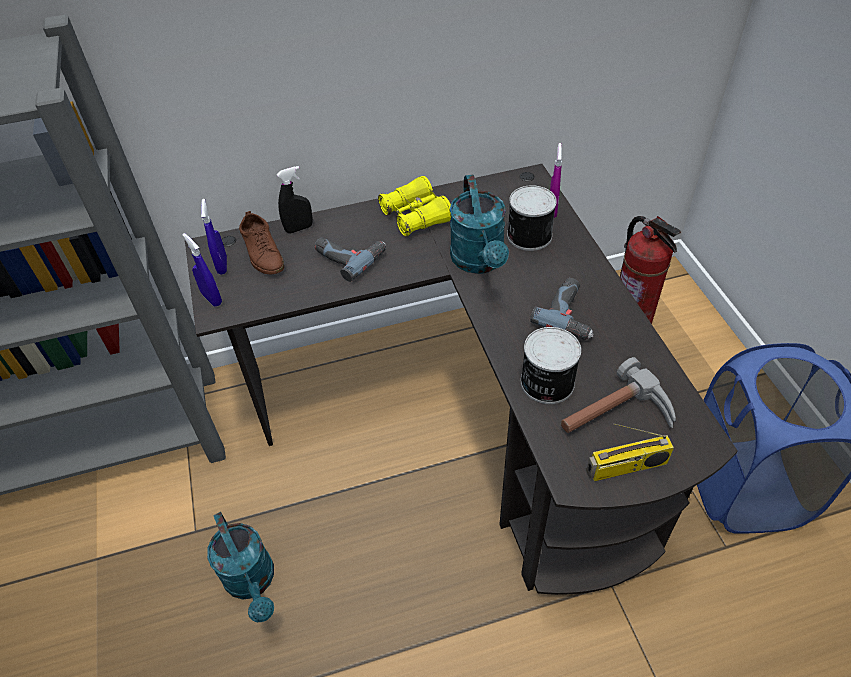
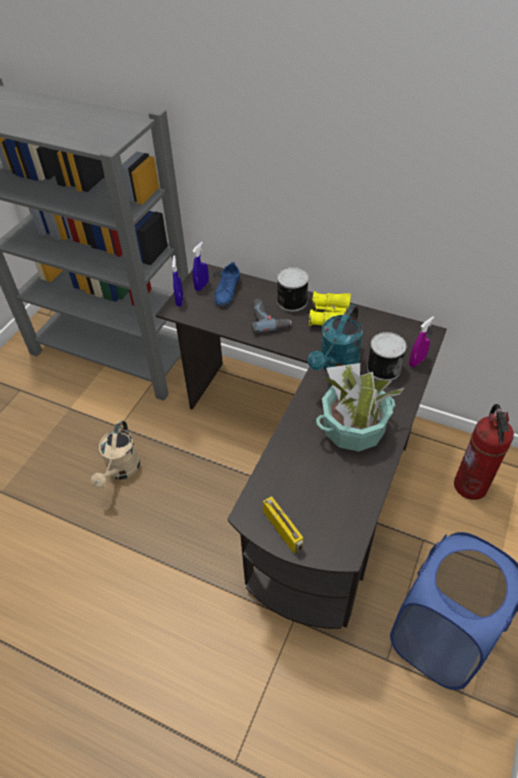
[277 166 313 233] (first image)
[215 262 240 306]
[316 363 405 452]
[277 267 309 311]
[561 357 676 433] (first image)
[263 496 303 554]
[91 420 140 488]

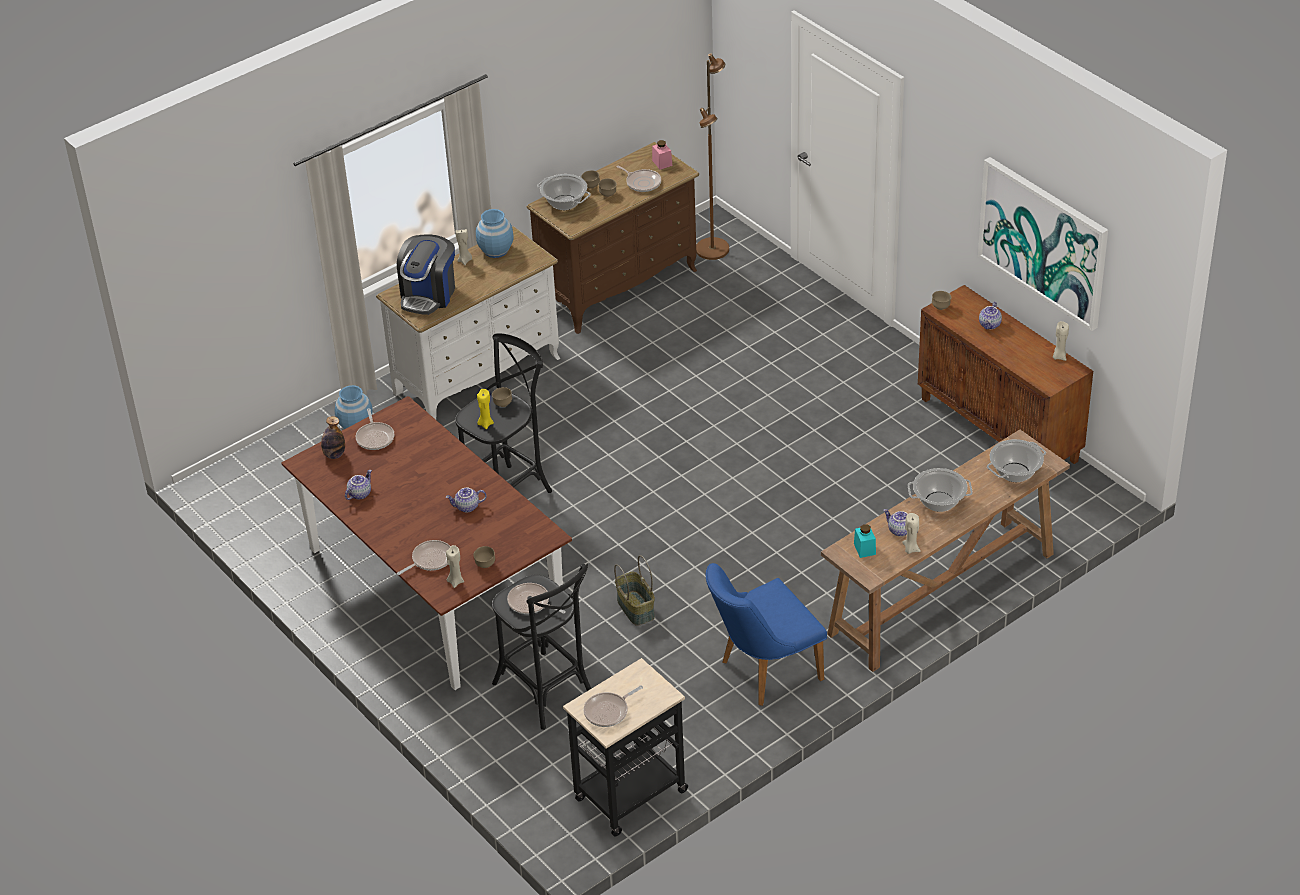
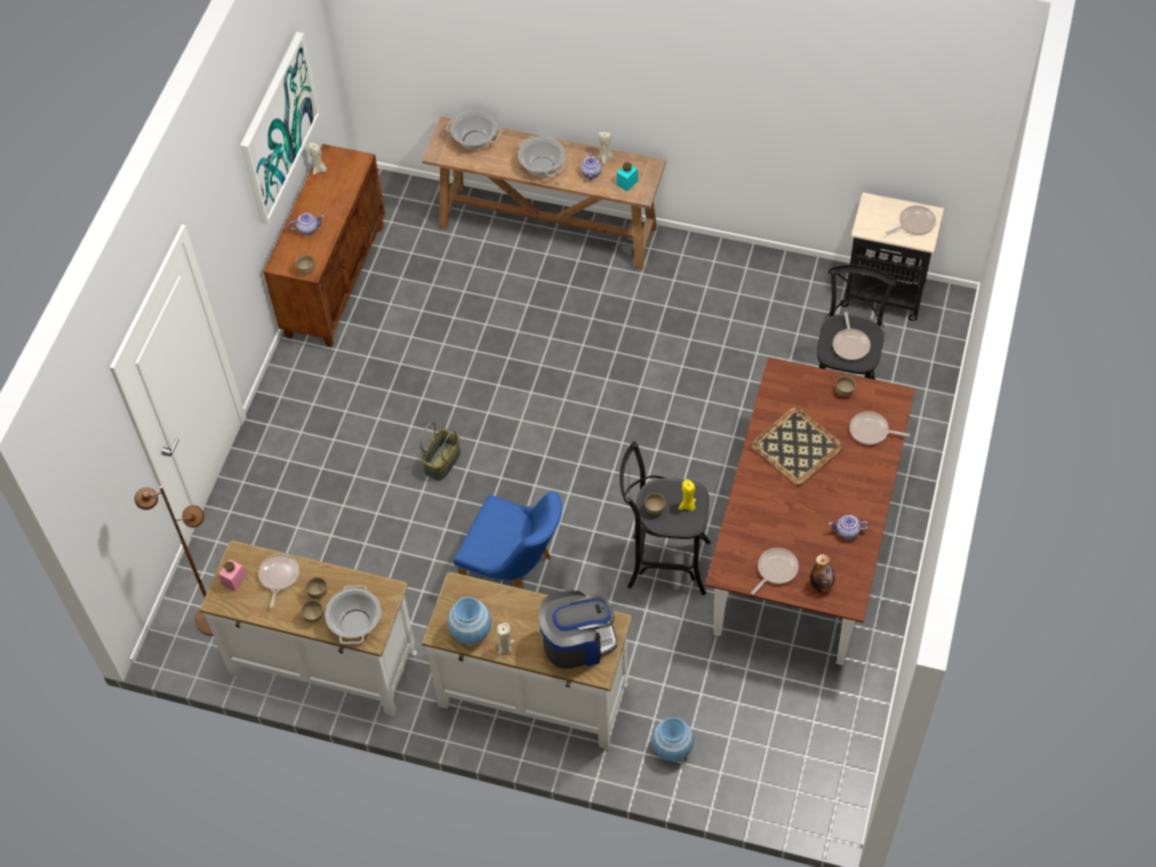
[199 540 417 716]
[750 407 844 486]
[446 545 464 588] (first image)
[420 422 461 481]
[454 491 562 589]
[885 205 936 235]

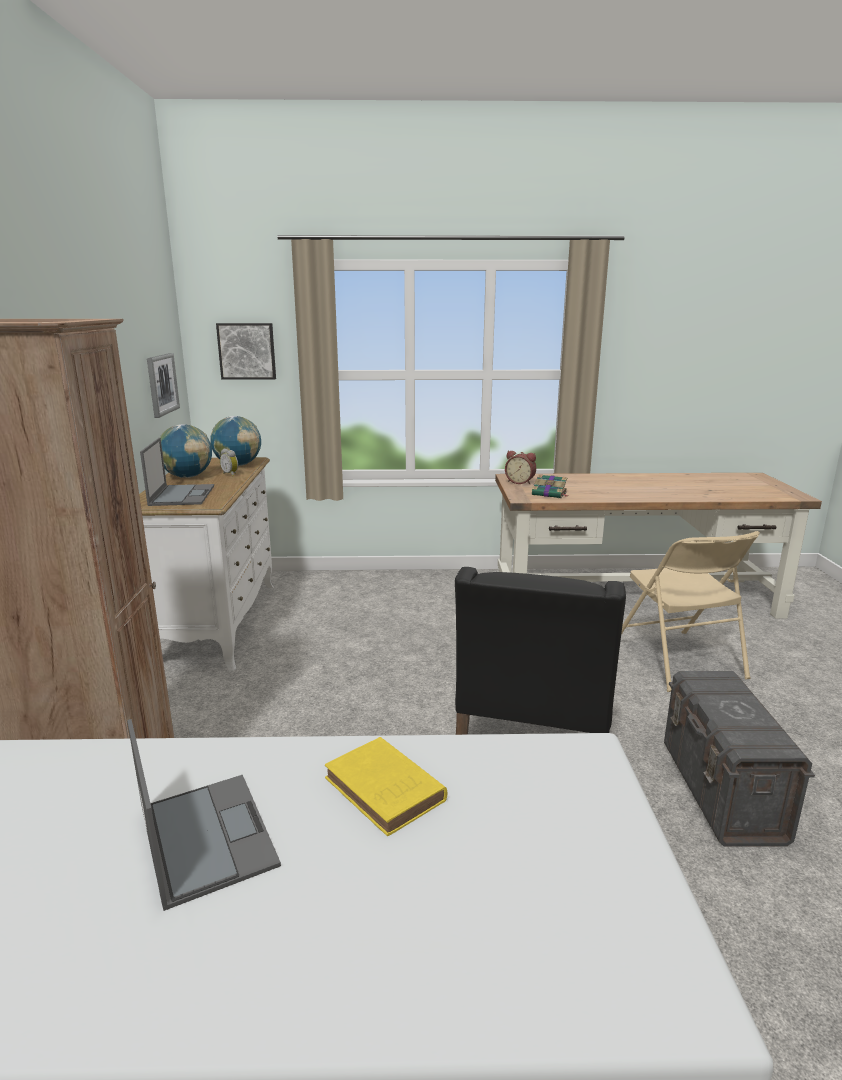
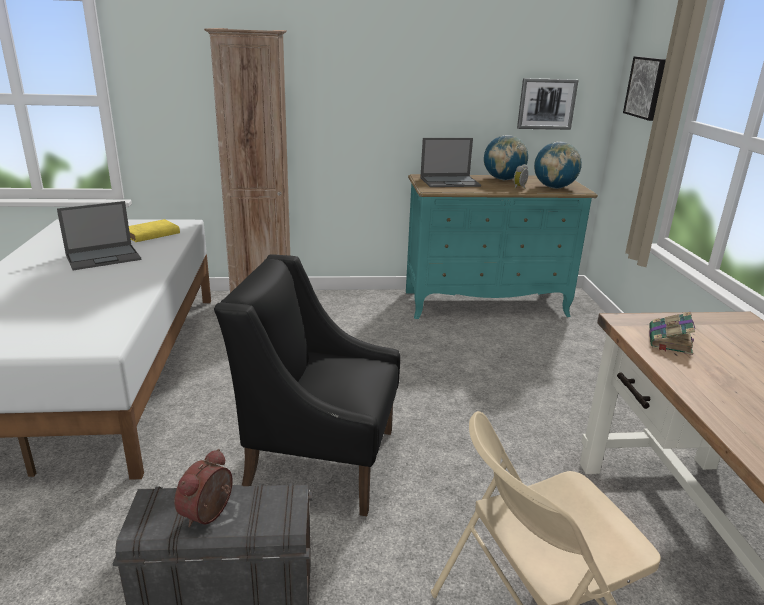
[174 449 233 528]
[406 174 598 319]
[129 219 180 242]

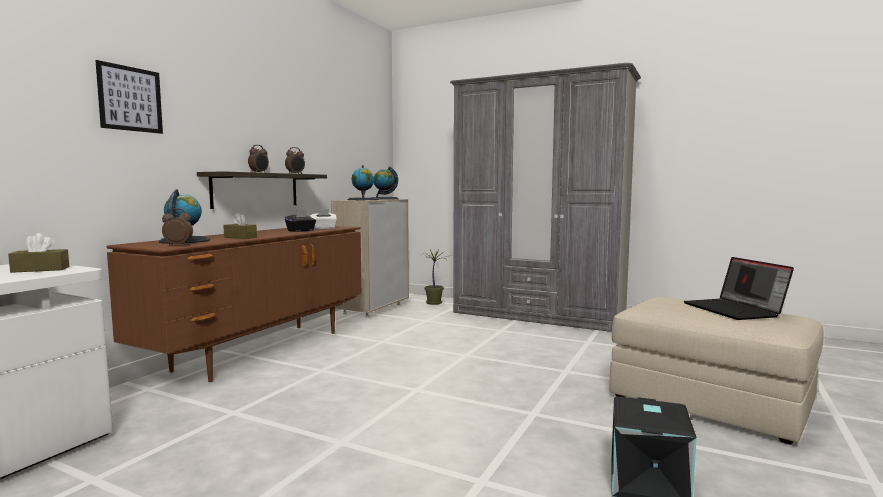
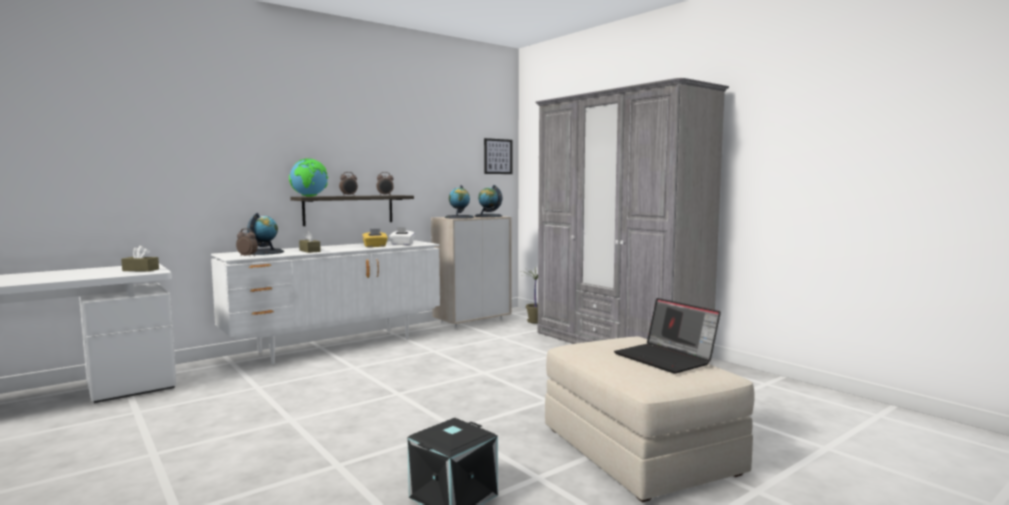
[484 138 512 174]
[362 229 388 247]
[211 240 440 364]
[614 298 721 374]
[289 158 328 197]

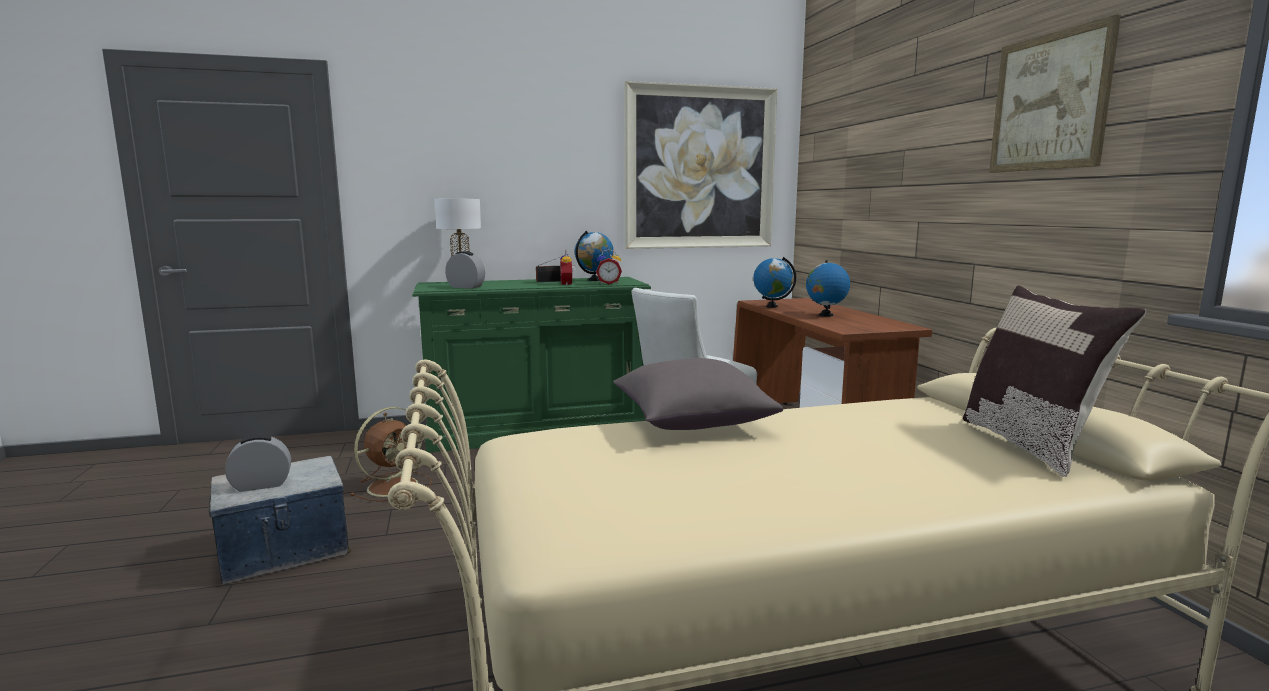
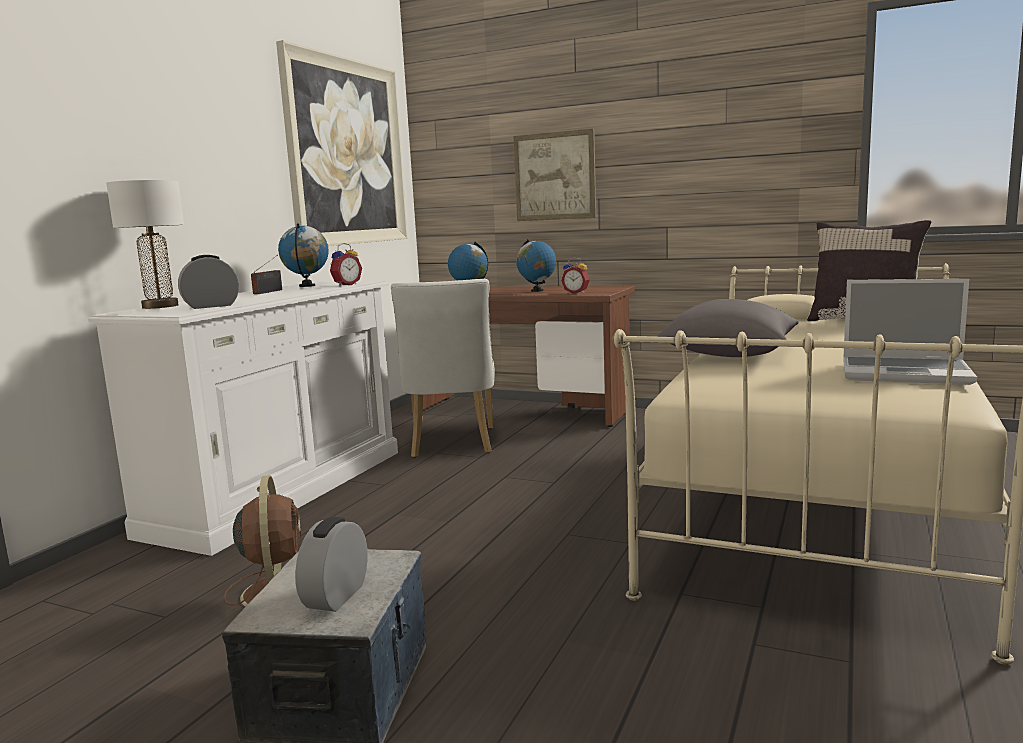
[513 129 596 221]
[561 257 590 294]
[88 281 398 556]
[843 279 977 385]

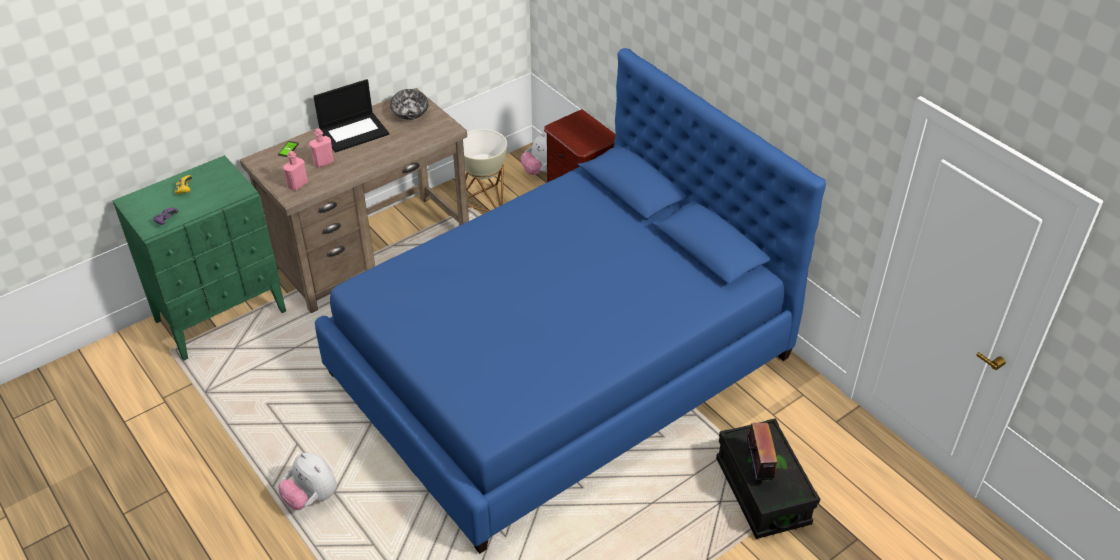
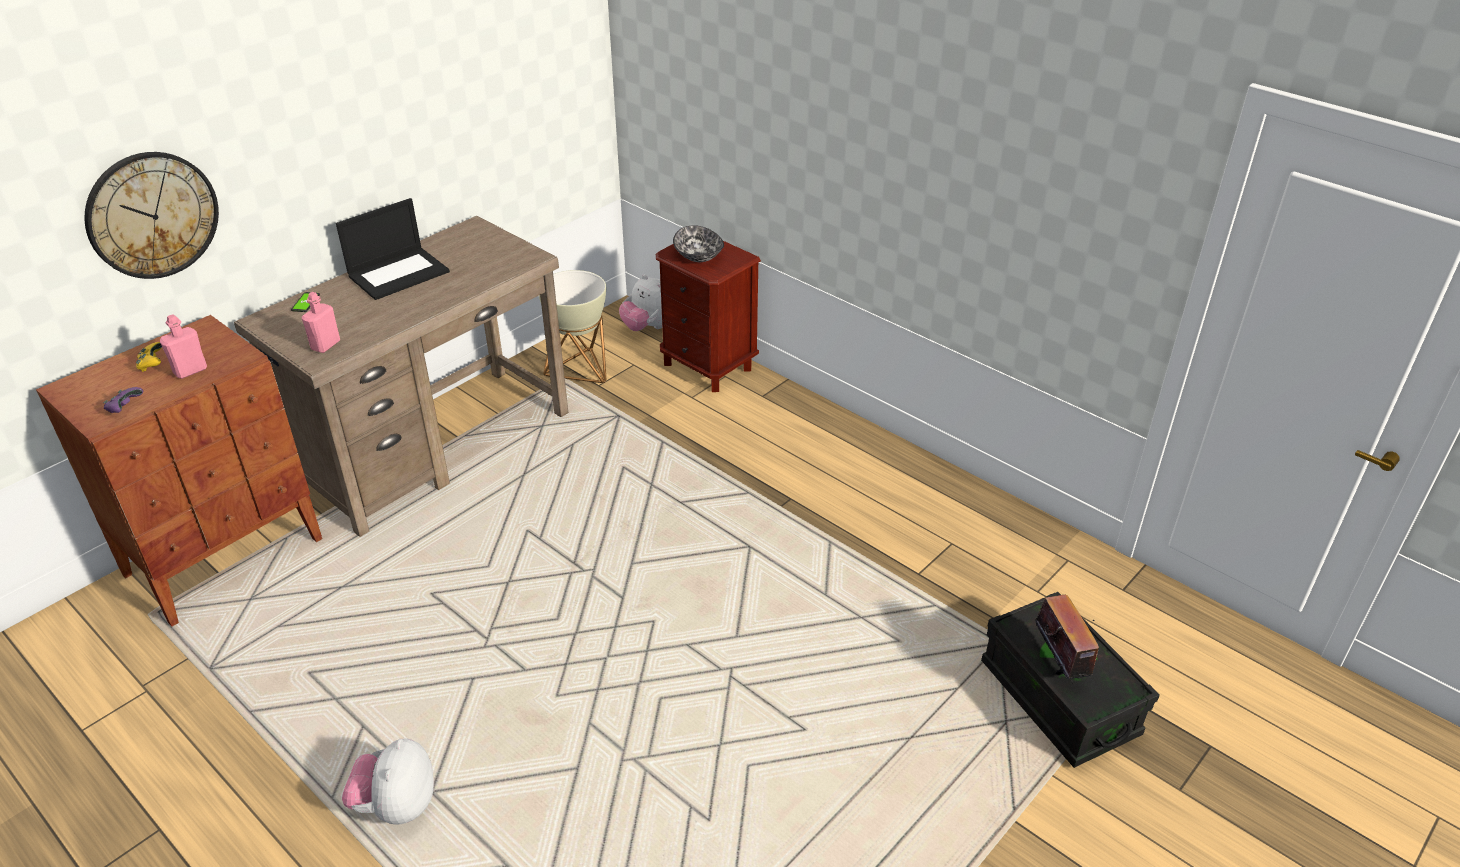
[315 48 826 554] (first image)
[673 225 724 262]
[160 314 207 379]
[36 315 322 627]
[342 739 434 824]
[84 152 219 279]

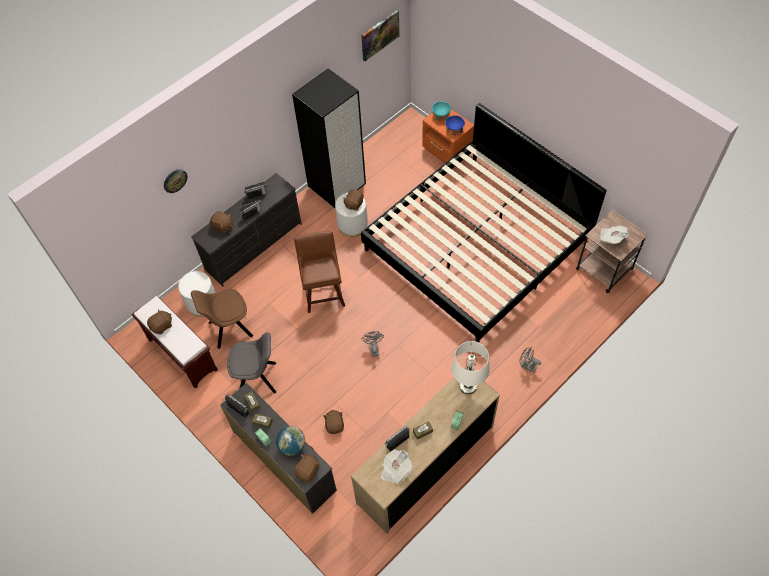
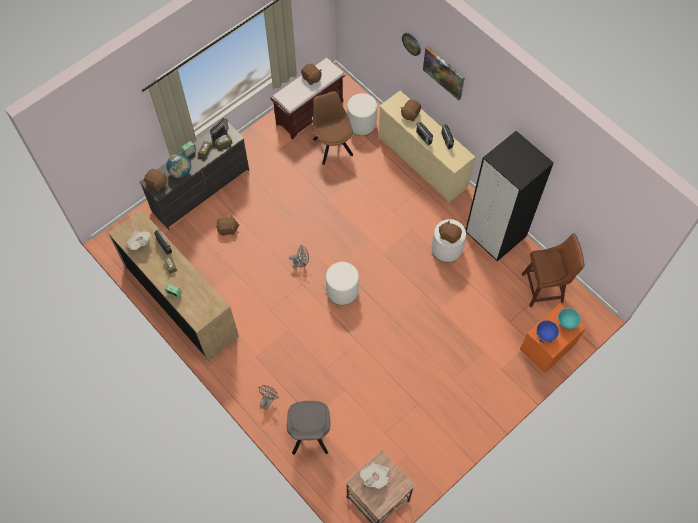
[423 46 464 101]
[361 103 607 342] (first image)
[378 91 475 203]
[522 233 584 307]
[287 401 331 455]
[451 341 490 394] (first image)
[326 262 359 305]

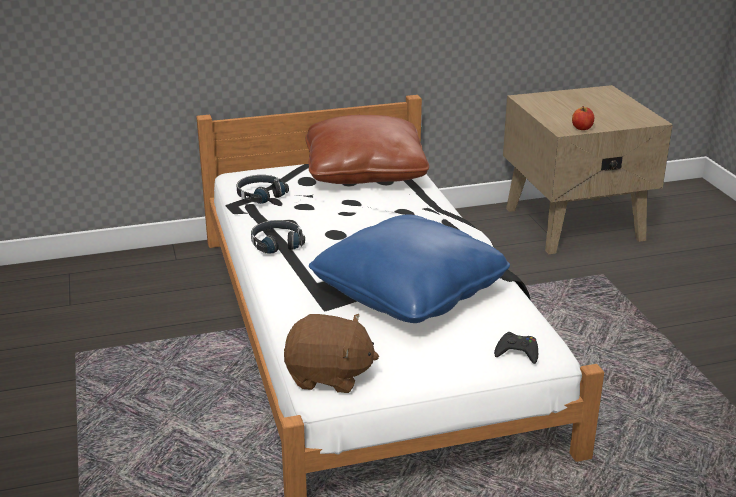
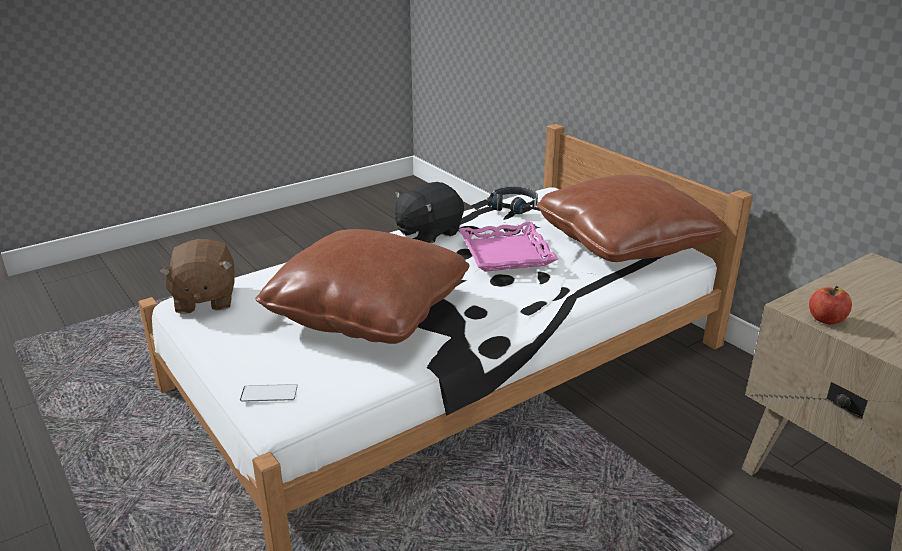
[255 229 470 344]
[394 182 464 243]
[240 384 298 402]
[459 222 558 272]

